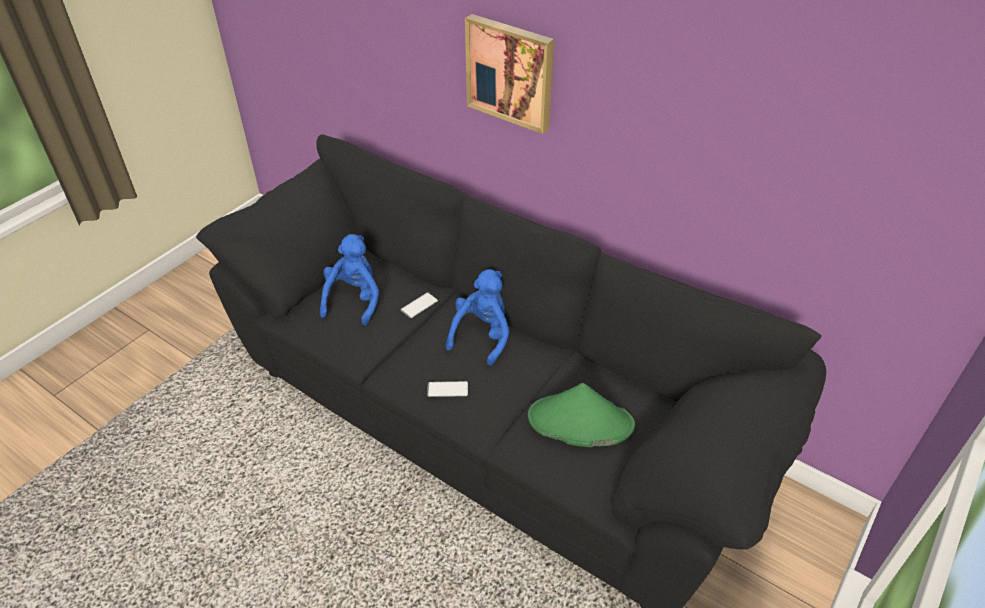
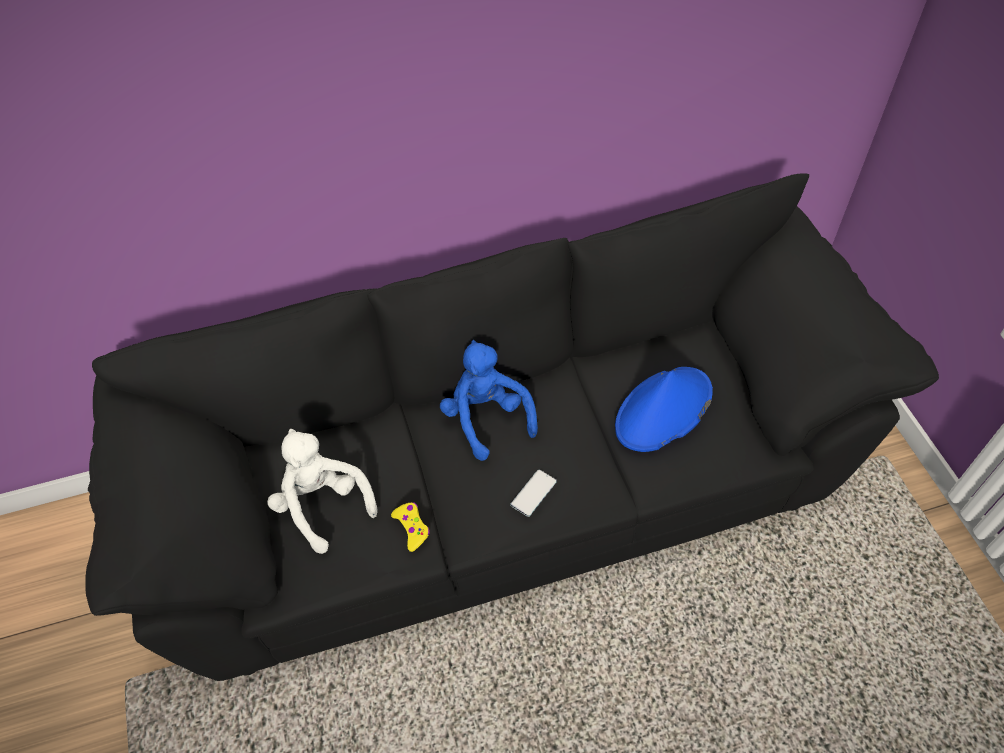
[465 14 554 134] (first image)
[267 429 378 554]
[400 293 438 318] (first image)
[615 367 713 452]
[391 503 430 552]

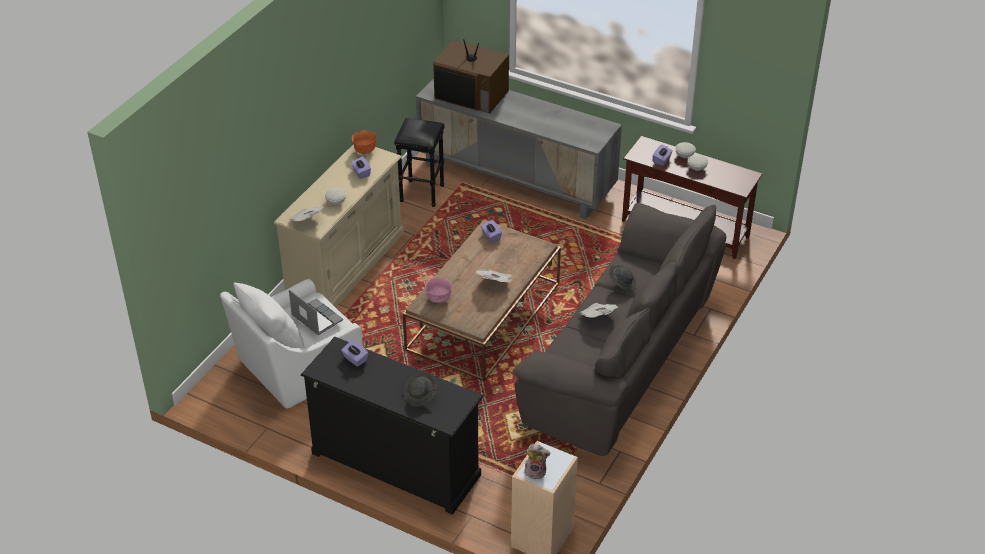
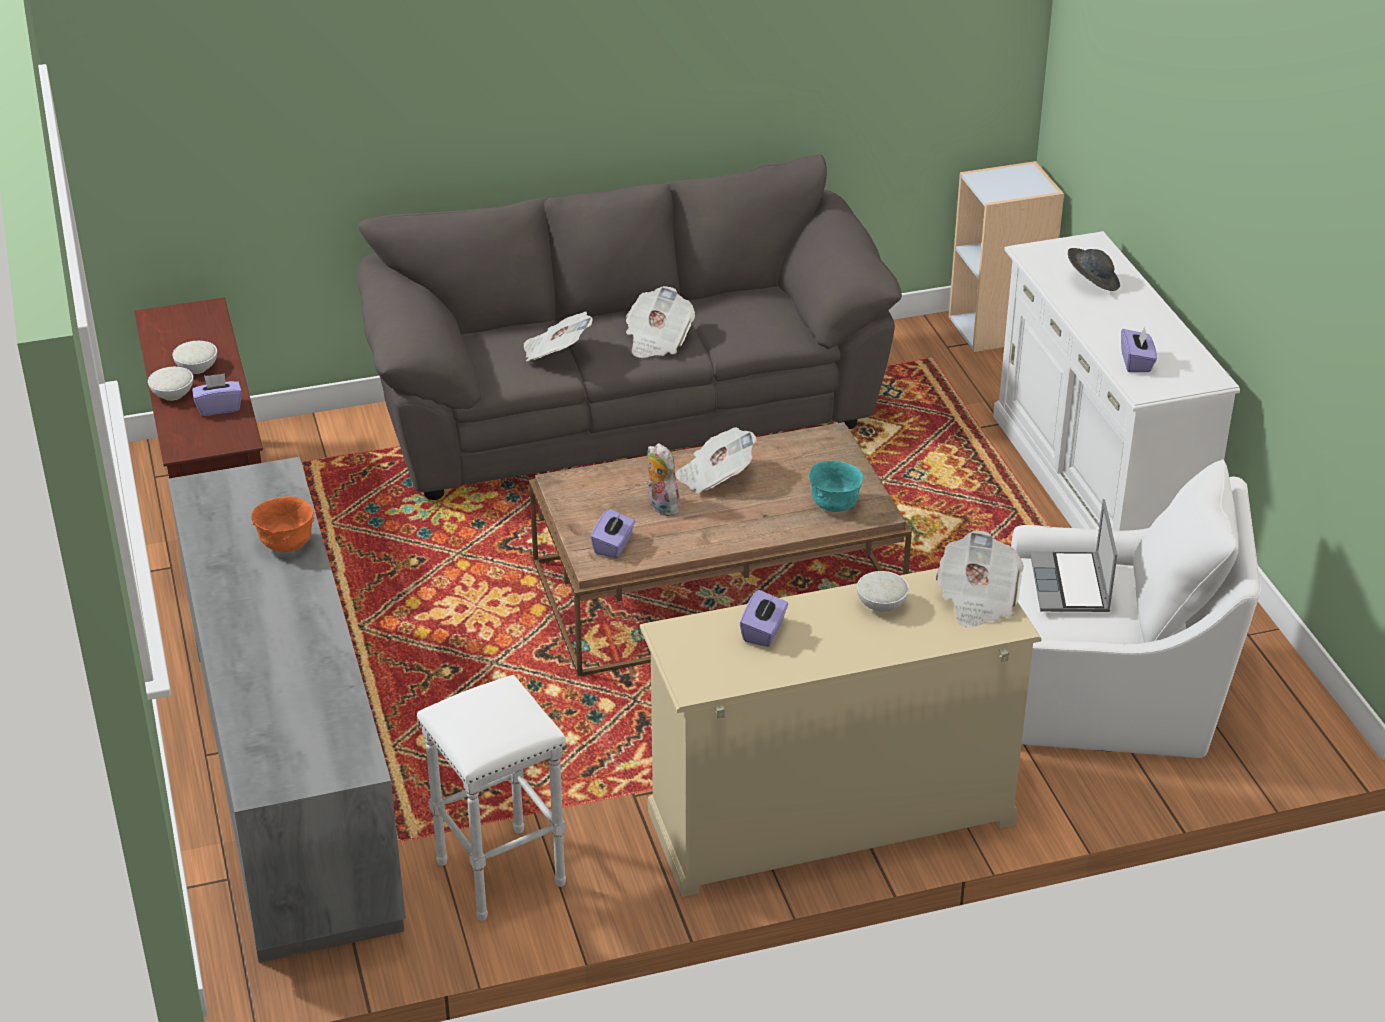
[433 39 509 113] (first image)
[417 675 566 921]
[251 496 314 552]
[524 312 593 361]
[809 460 863 512]
[993 231 1240 531]
[647 443 680 516]

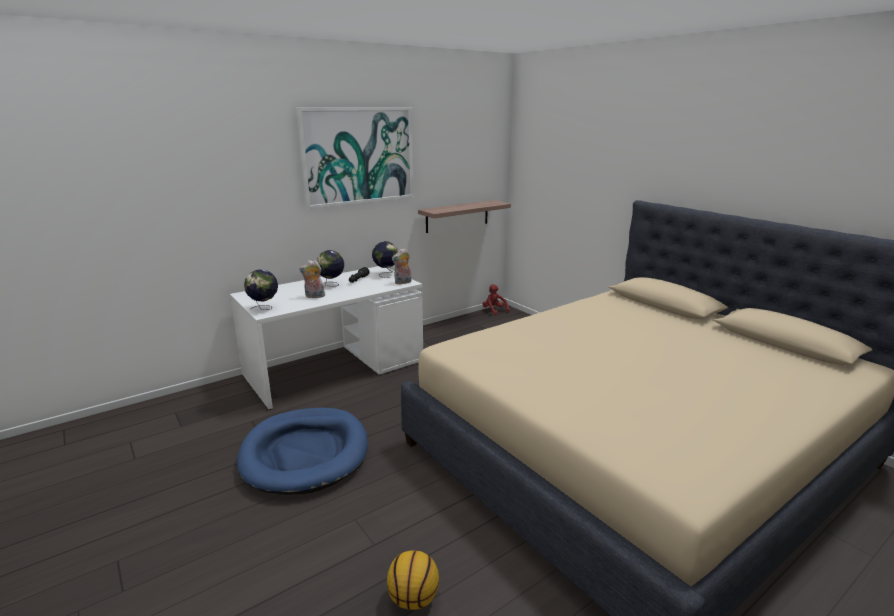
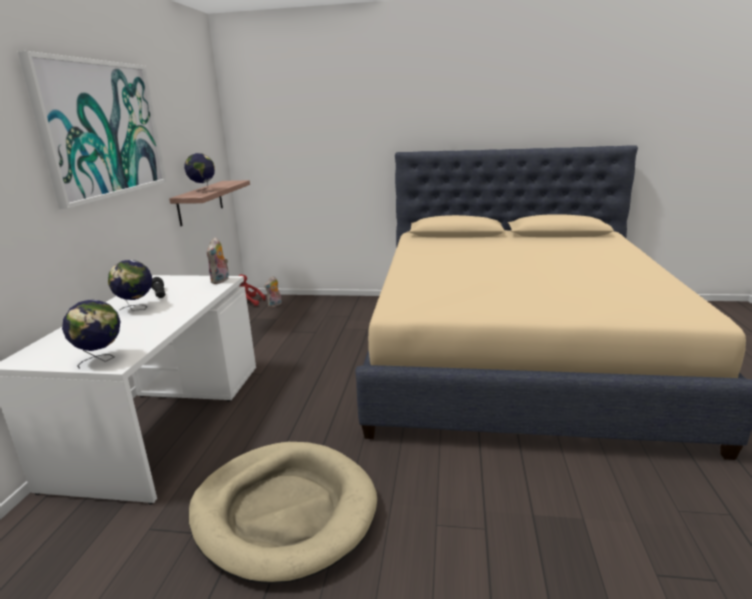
[184 153 215 192]
[264 276 282 307]
[189 442 377 584]
[387 551 439 610] (first image)

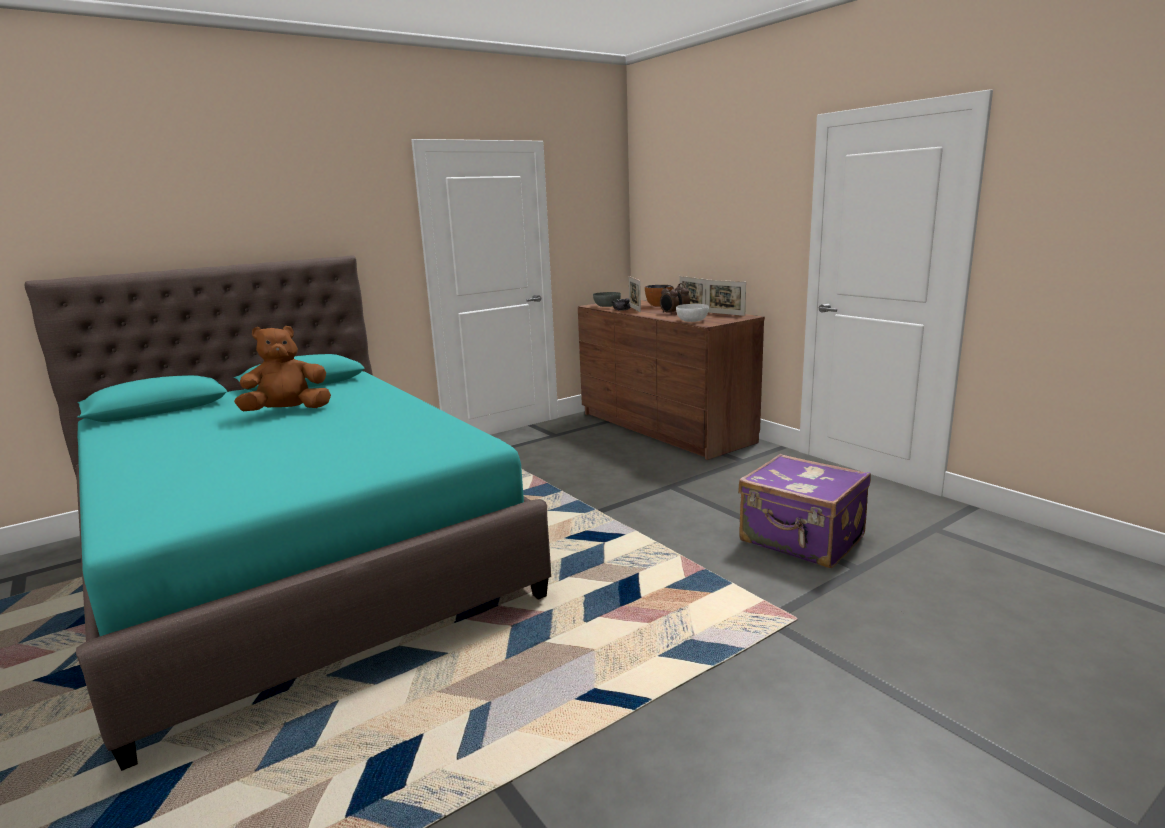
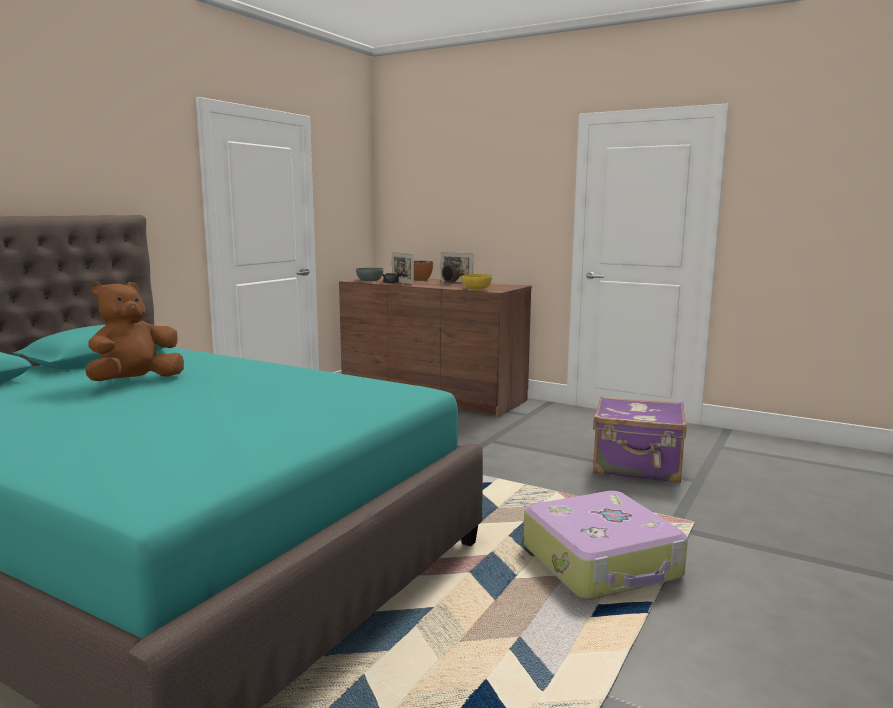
[706 280 746 316] (first image)
[660 285 679 314] (first image)
[462 274 492 290]
[523 491 688 600]

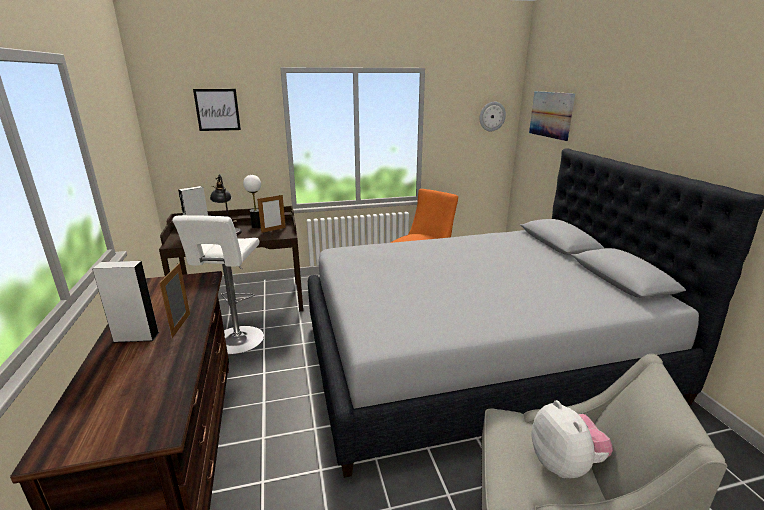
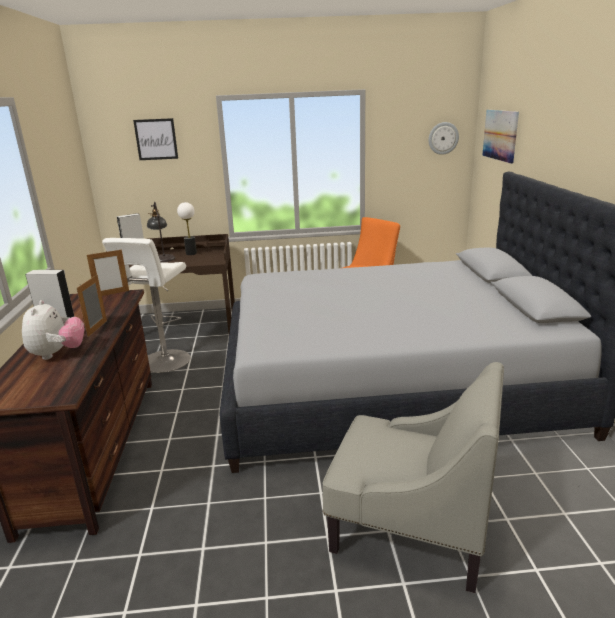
[87 249 129 296]
[22 300 85 360]

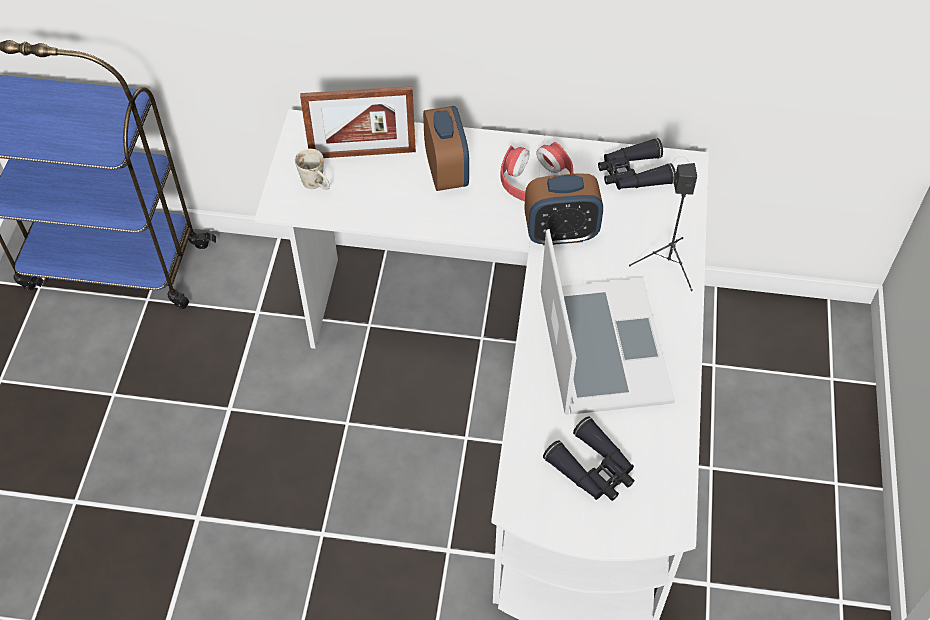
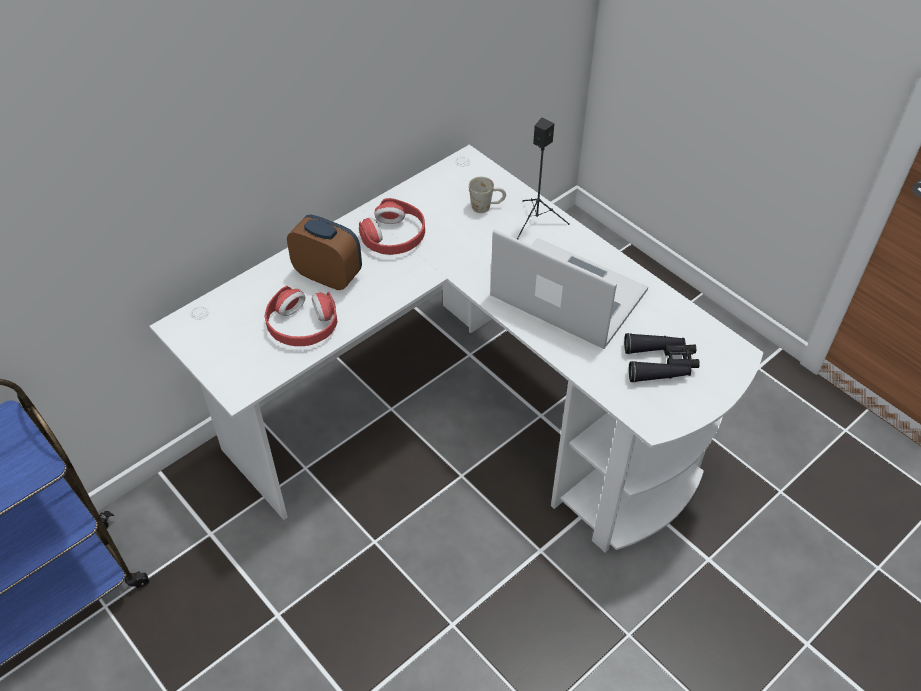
[300 86 416 158] (first image)
[598 138 676 190] (first image)
[469 177 506 213]
[524 173 603 245] (first image)
[264 286 337 346]

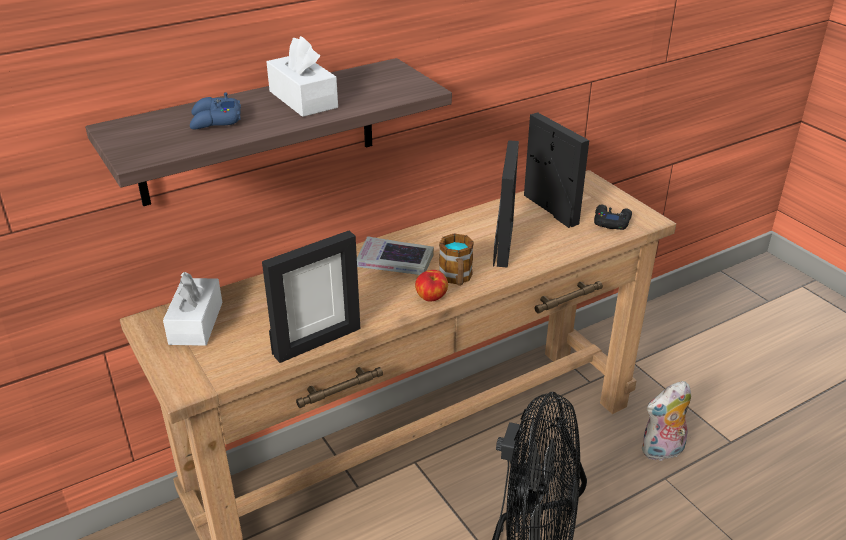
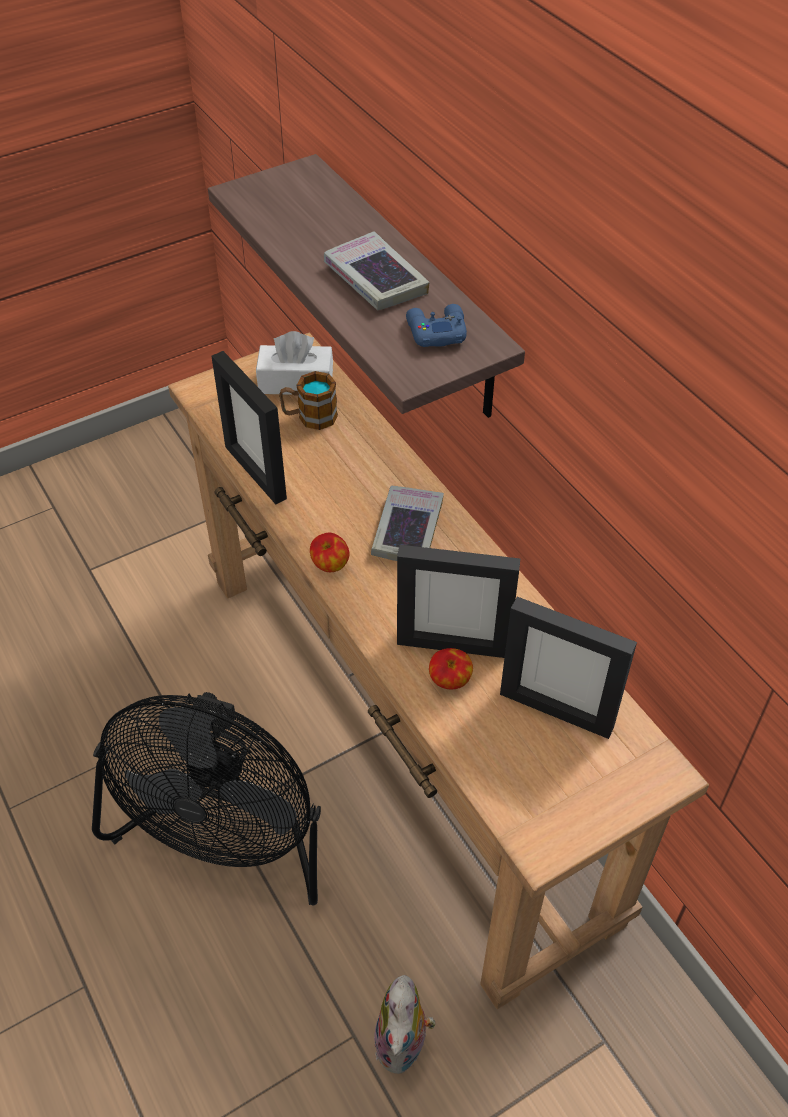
[324 231 429 310]
[406 304 467 347]
[500 597 637 739]
[594 205 632 230] (first image)
[279 371 338 430]
[374 975 436 1074]
[429 648 473 689]

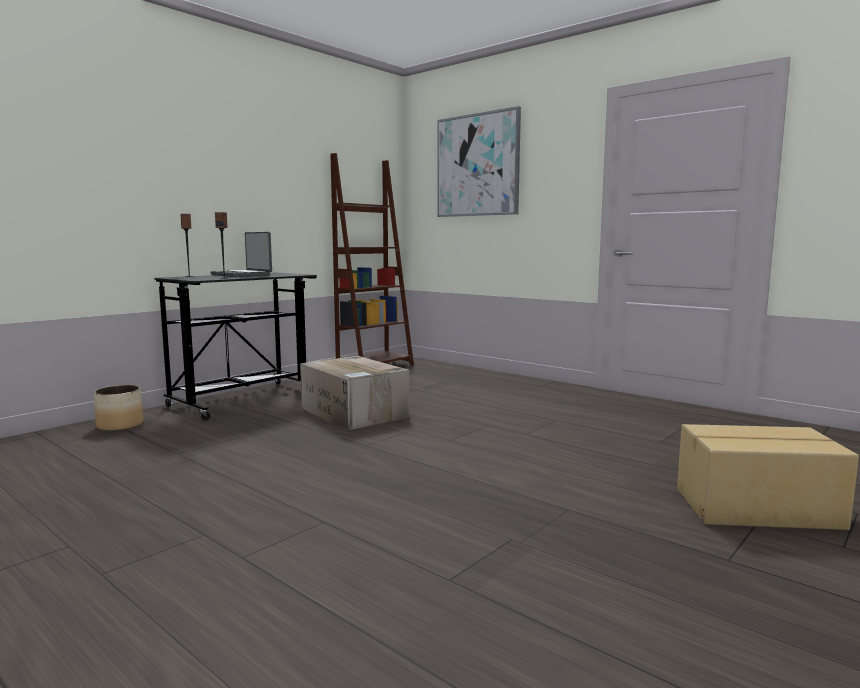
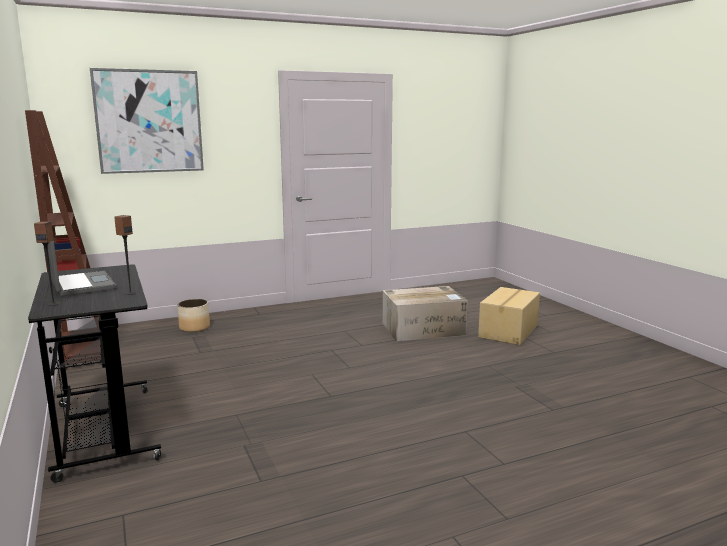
[48 241 116 296]
[382 286 468 341]
[177 299 210 332]

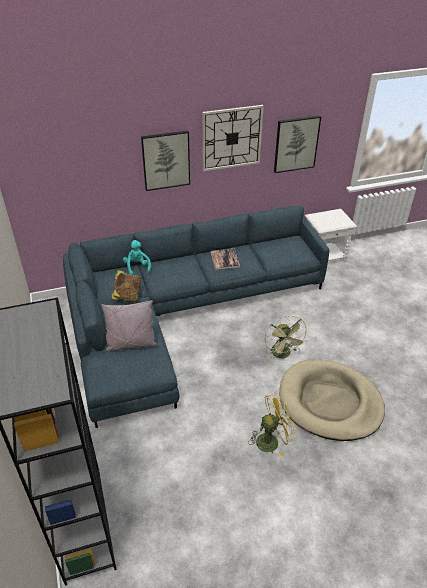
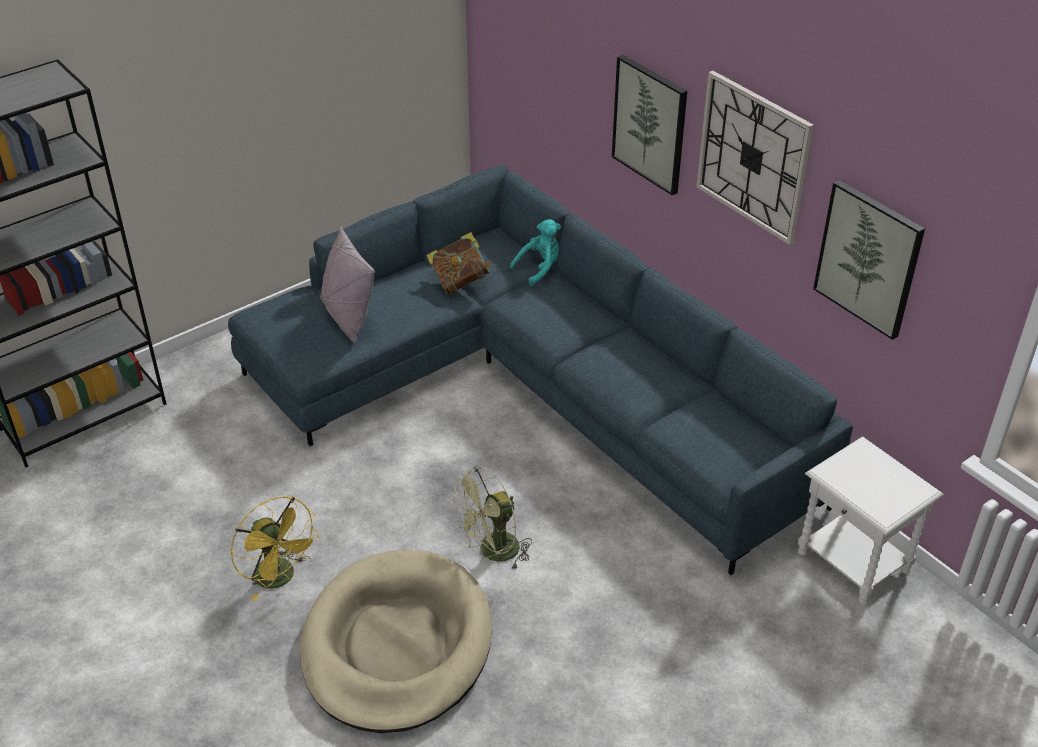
[210 249 240 270] (first image)

